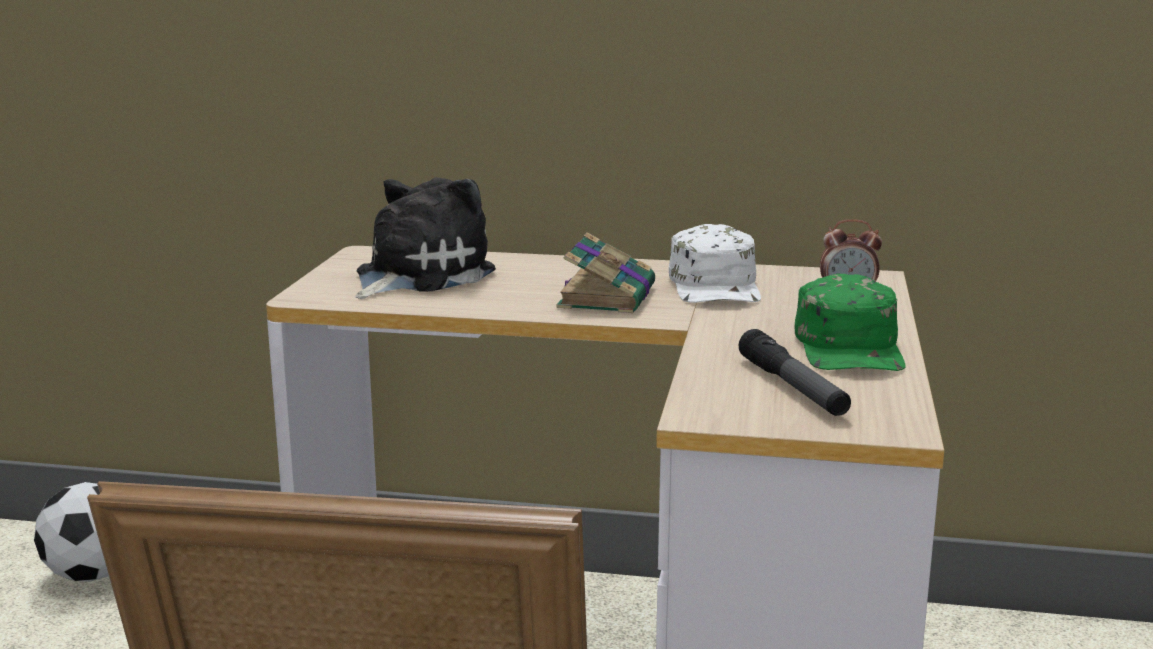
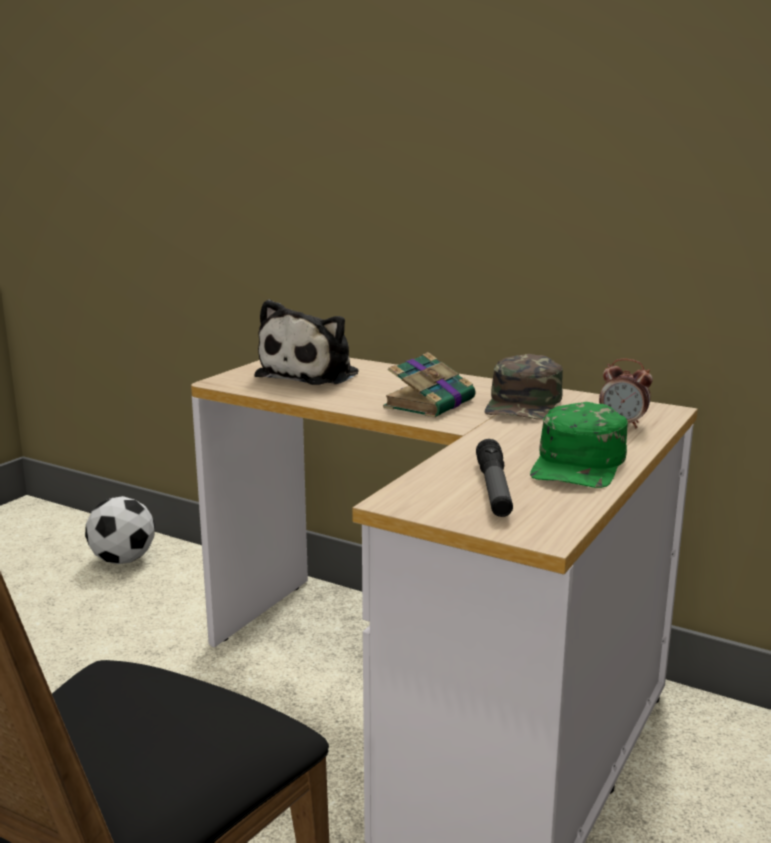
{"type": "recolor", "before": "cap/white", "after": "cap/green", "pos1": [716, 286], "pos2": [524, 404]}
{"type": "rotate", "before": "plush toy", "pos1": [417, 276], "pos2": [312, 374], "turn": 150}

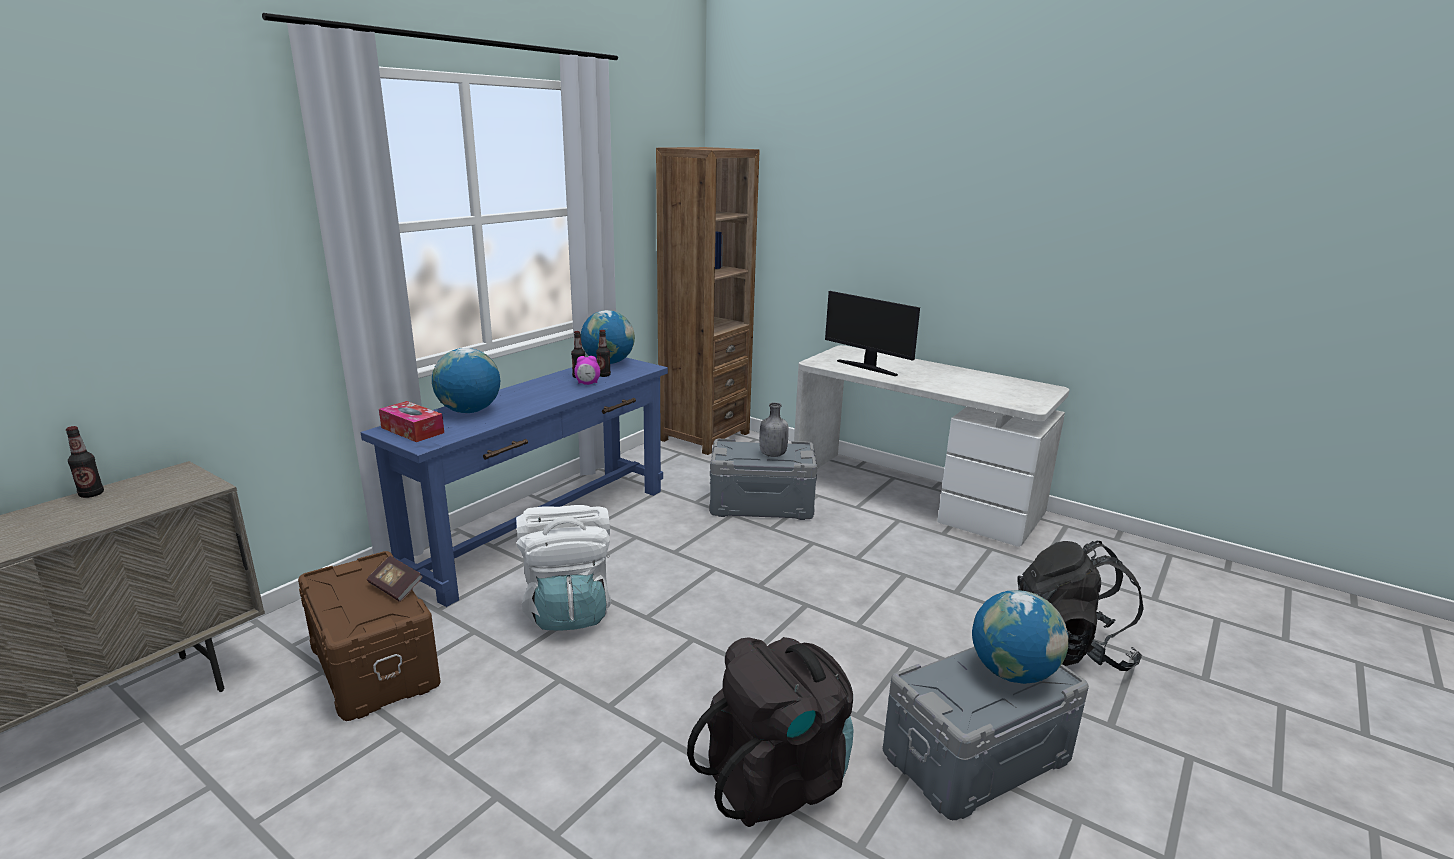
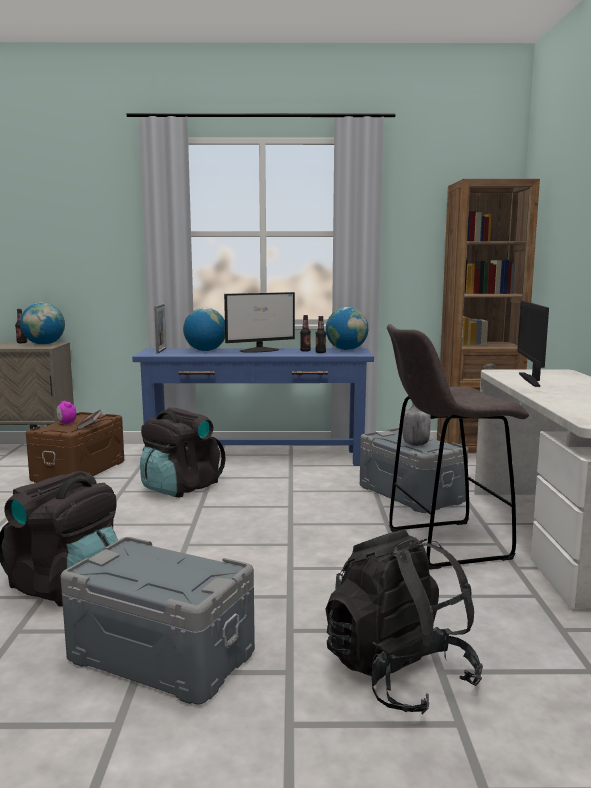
{"type": "insert", "after": "monitor", "pos2": [260, 350]}
{"type": "insert", "after": "stool/grey", "pos2": [444, 544]}
{"type": "move", "before": "alarm clock", "pos1": [587, 384], "pos2": [66, 423]}
{"type": "move", "before": "globe", "pos1": [1012, 673], "pos2": [44, 344]}
{"type": "replace", "before": "tissue box", "after": "picture frame", "pos1": [412, 430], "pos2": [161, 351]}
{"type": "recolor", "before": "backpack/white", "after": "backpack/black", "pos1": [568, 609], "pos2": [180, 488]}

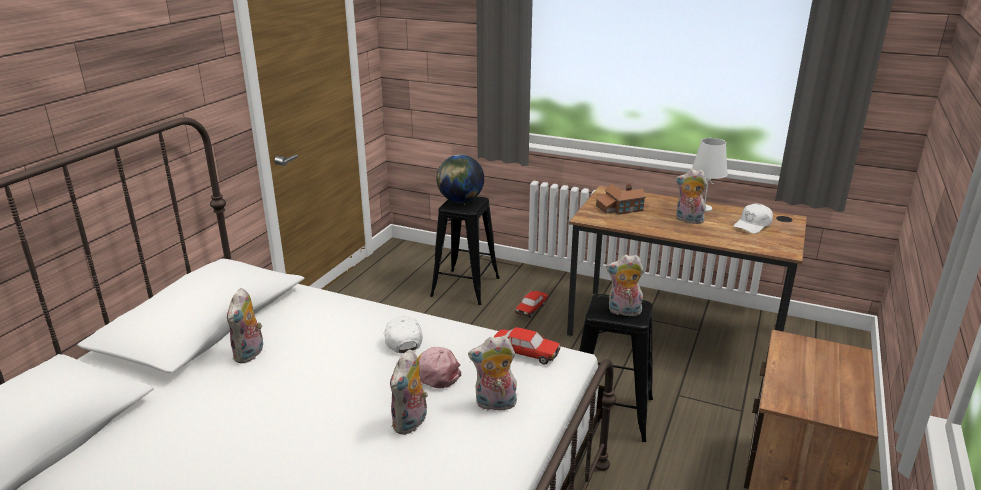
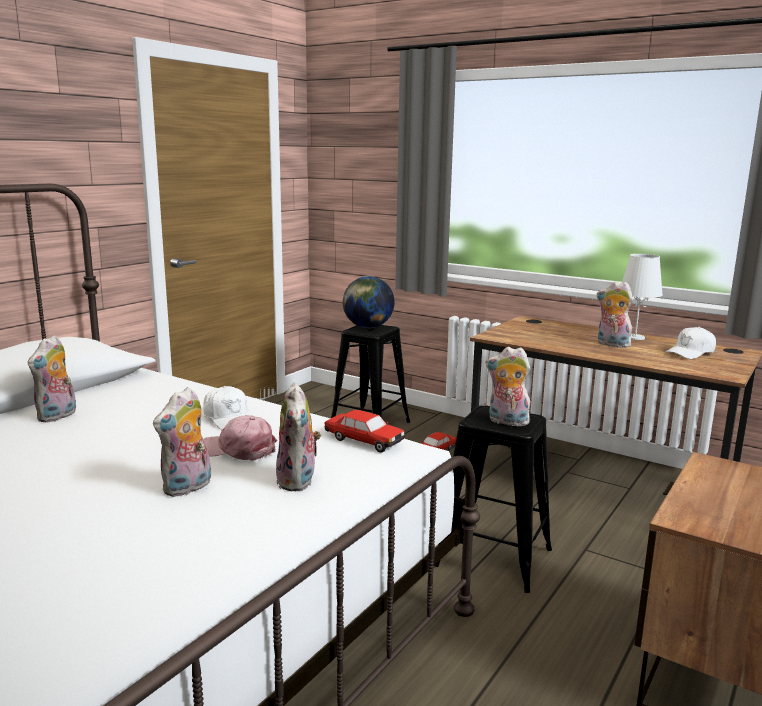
{"type": "delete", "before": "toy house", "pos1": [619, 208]}
{"type": "rotate", "before": "cap/white", "pos1": [402, 340], "pos2": [229, 419], "turn": 150}
{"type": "rotate", "before": "plush toy", "pos1": [495, 404], "pos2": [299, 481], "turn": -105}

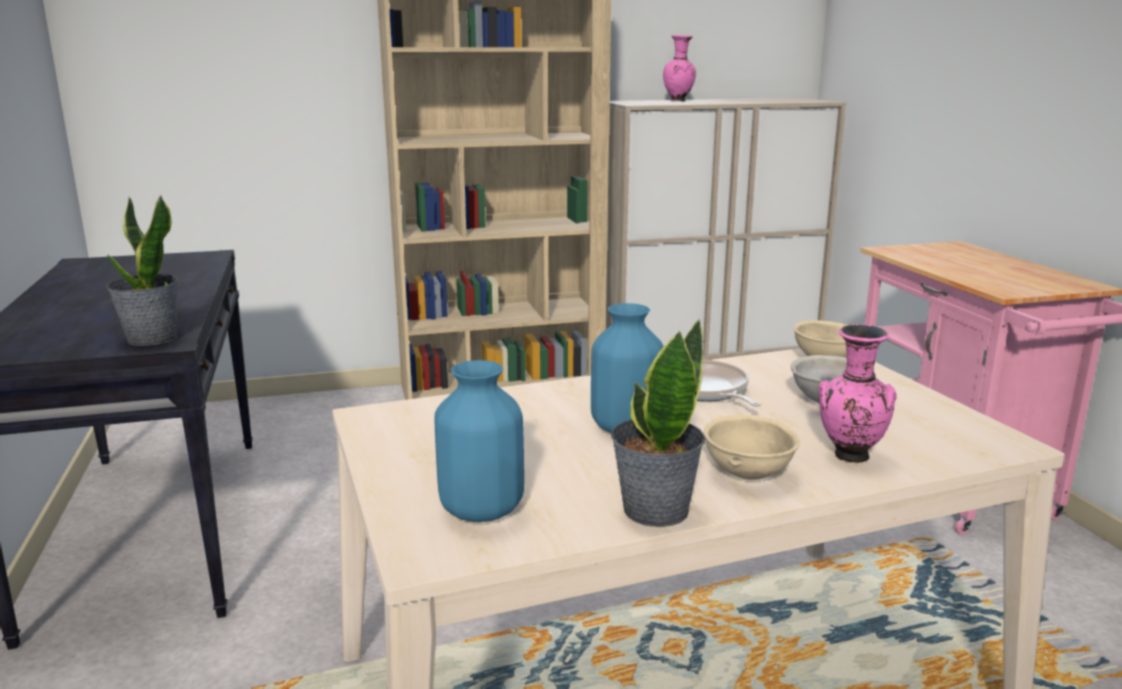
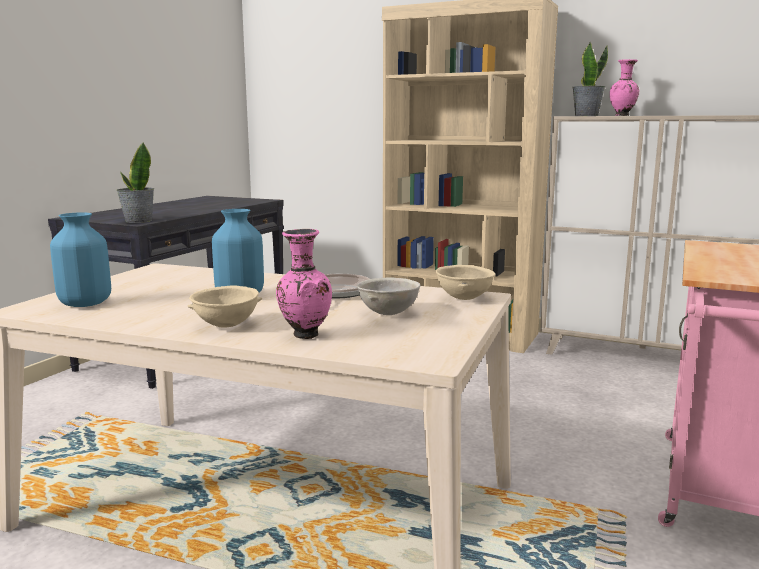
{"type": "move", "before": "potted plant", "pos1": [654, 510], "pos2": [586, 116]}

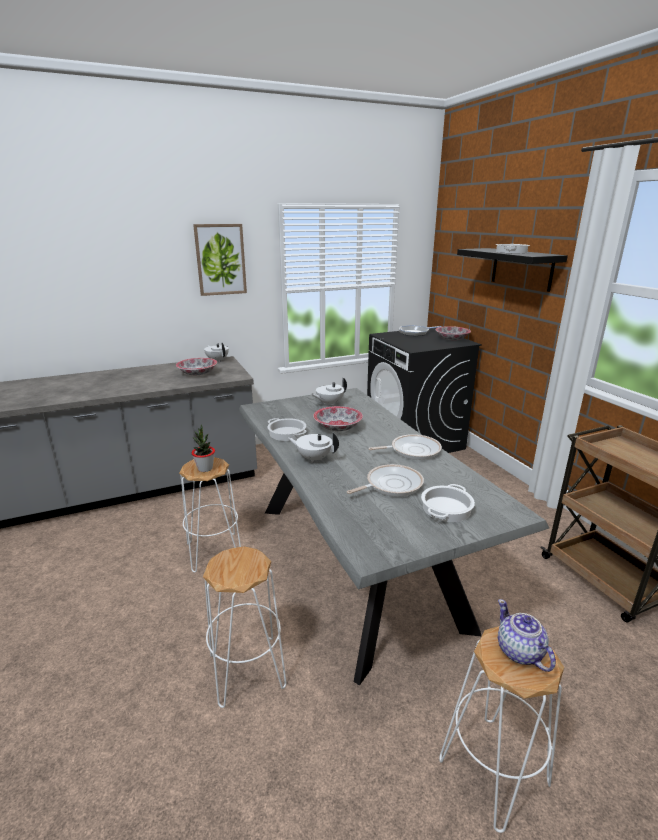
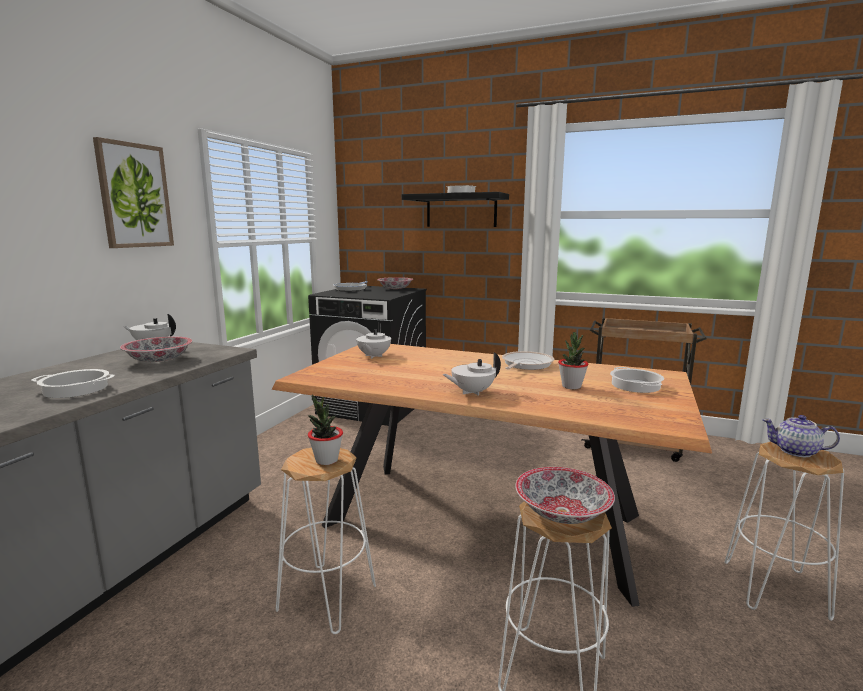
{"type": "move", "before": "cooking pot", "pos1": [287, 433], "pos2": [77, 389]}
{"type": "move", "before": "bowl", "pos1": [337, 427], "pos2": [562, 512]}
{"type": "replace", "before": "frying pan", "after": "potted plant", "pos1": [391, 485], "pos2": [571, 386]}
{"type": "recolor", "before": "dining table/grey", "after": "dining table/brown", "pos1": [355, 562], "pos2": [483, 520]}

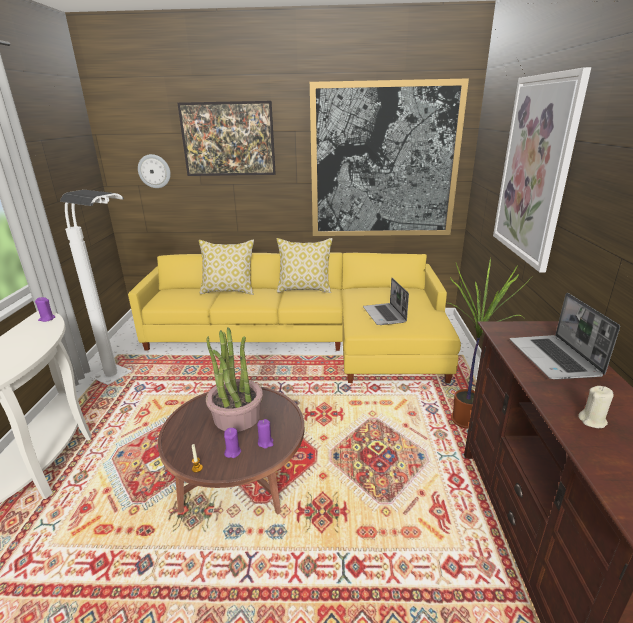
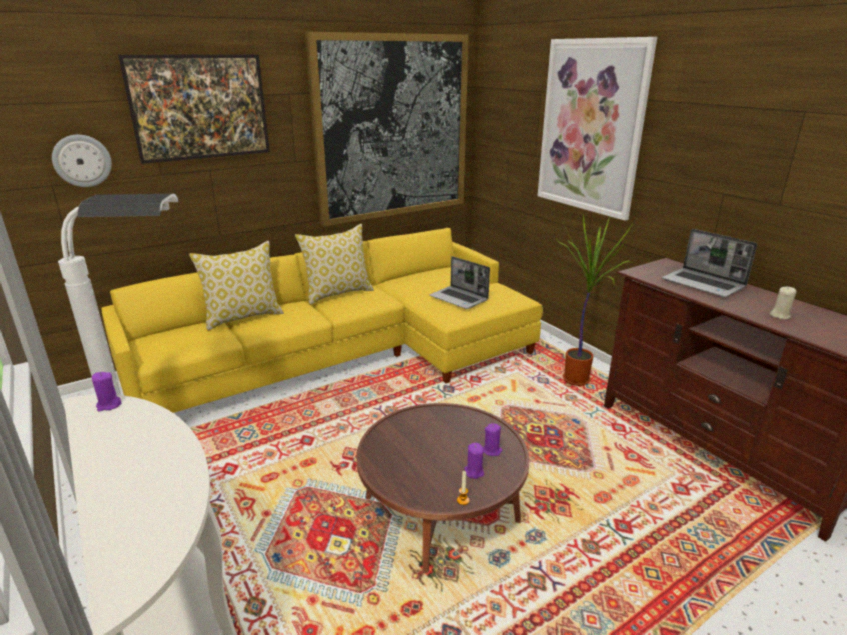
{"type": "delete", "before": "potted plant", "pos1": [236, 417]}

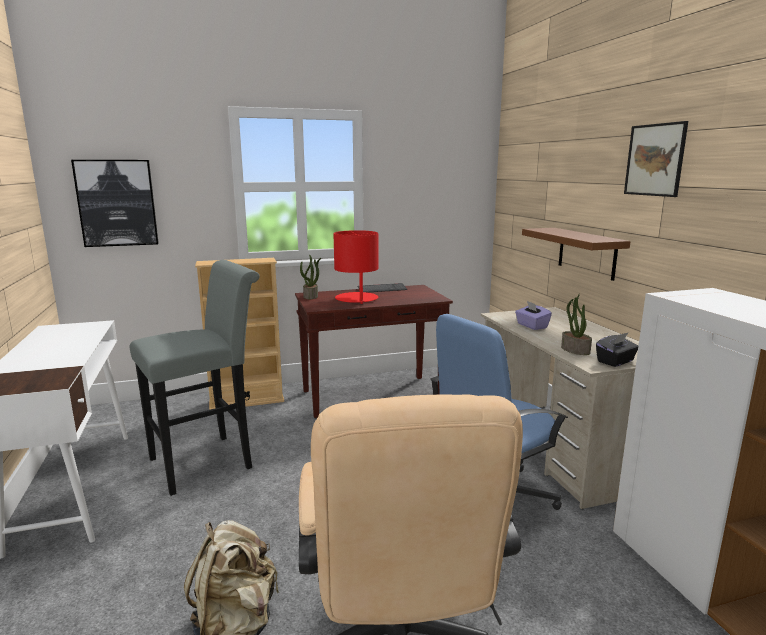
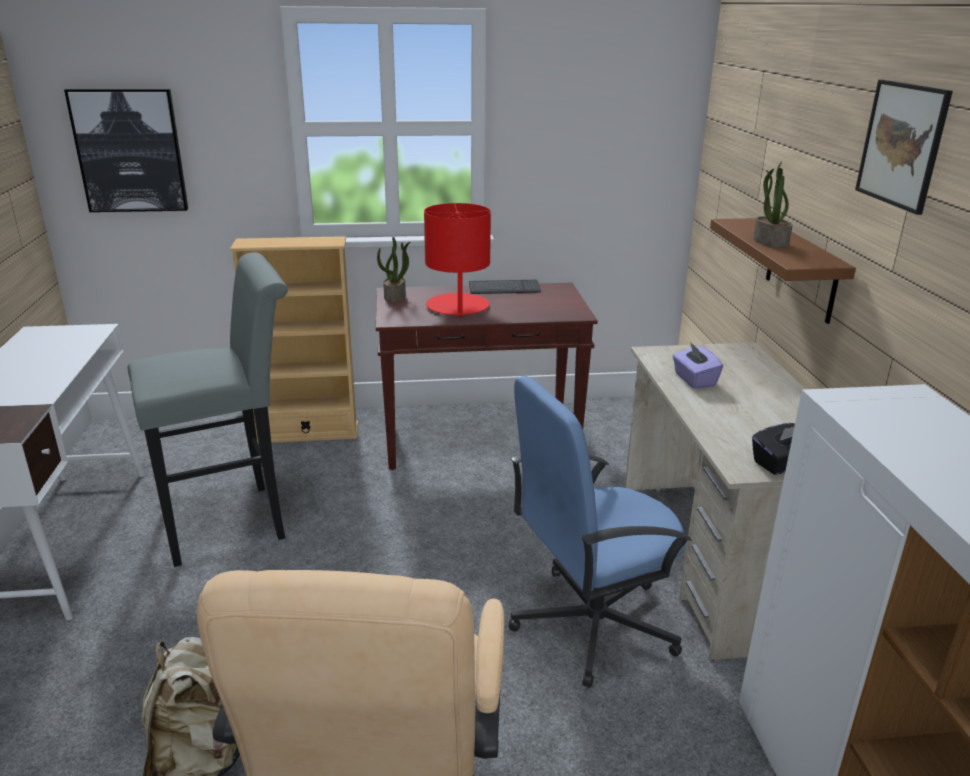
{"type": "move", "before": "potted plant", "pos1": [574, 350], "pos2": [769, 242]}

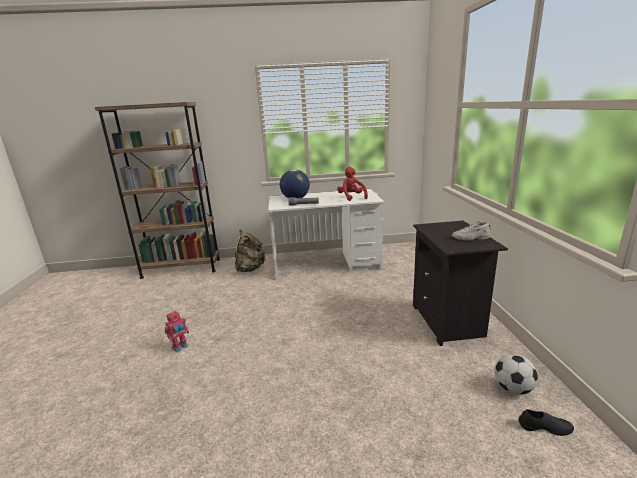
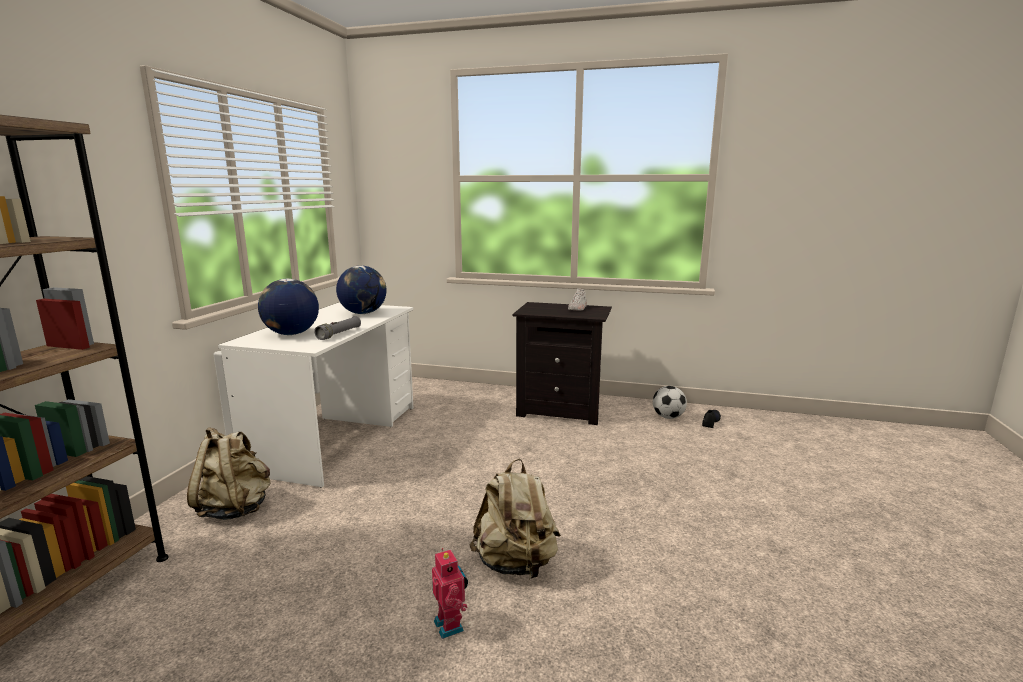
{"type": "insert", "after": "backpack/beige", "pos2": [516, 564]}
{"type": "replace", "before": "plush toy/red", "after": "globe", "pos1": [351, 197], "pos2": [363, 313]}

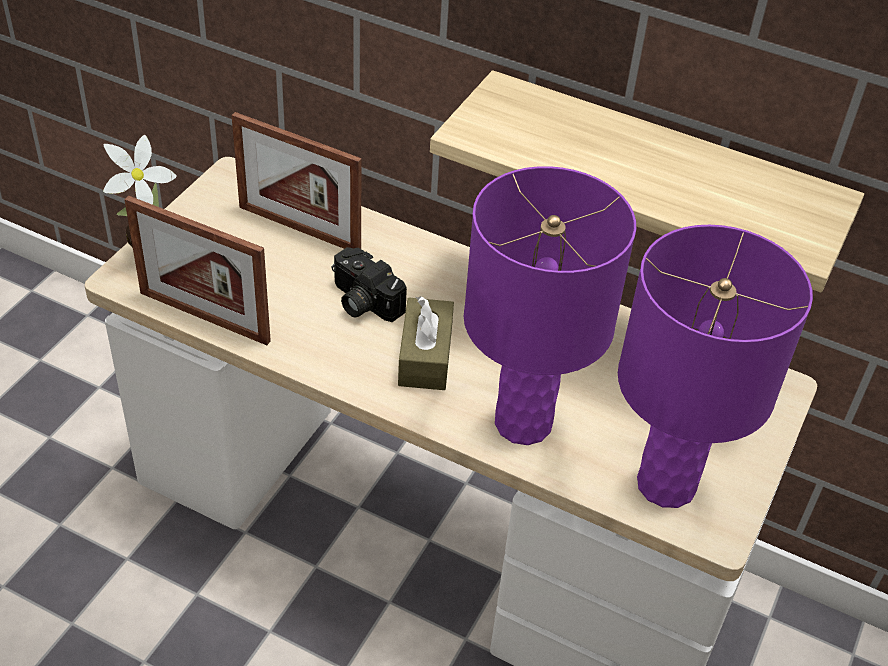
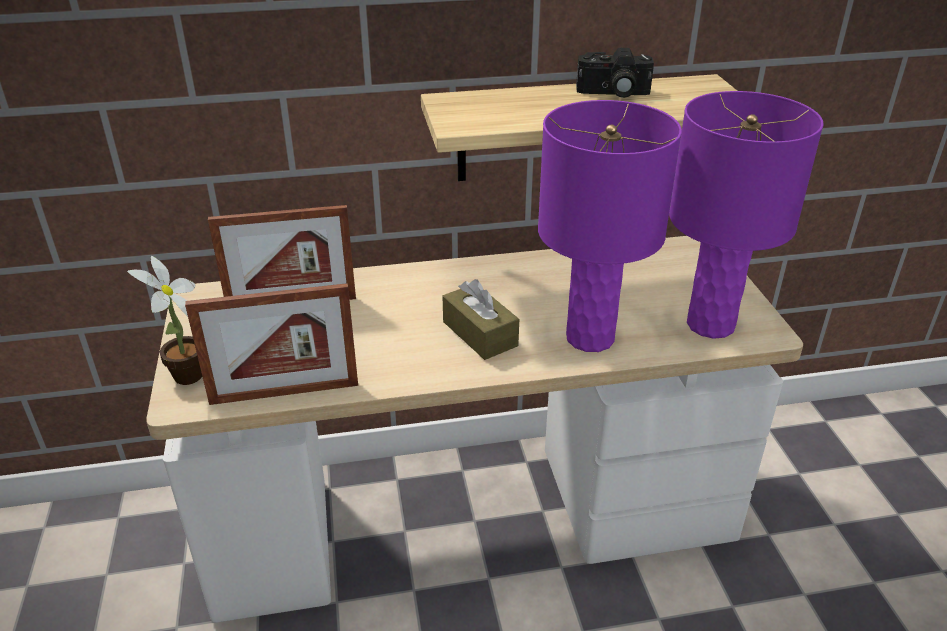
{"type": "move", "before": "photo camera", "pos1": [362, 301], "pos2": [613, 93]}

